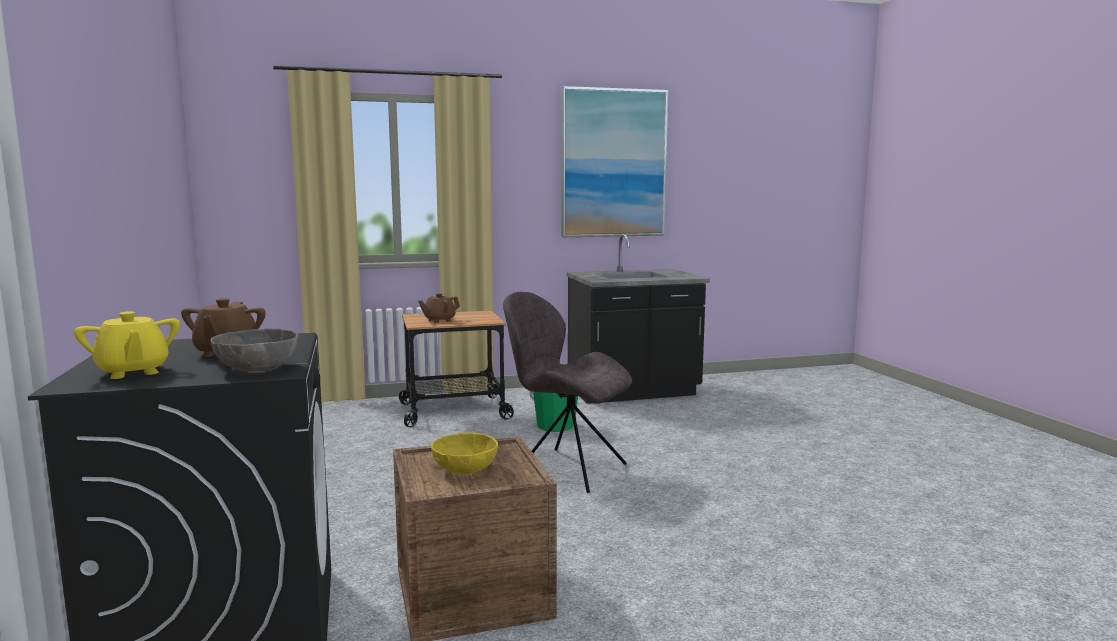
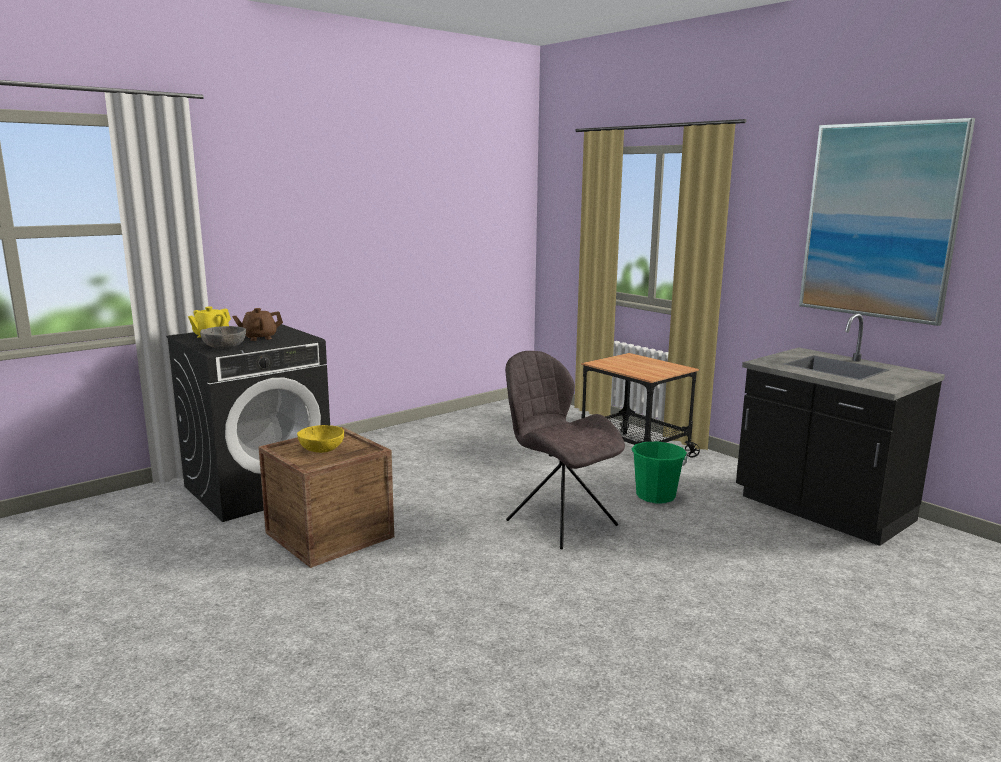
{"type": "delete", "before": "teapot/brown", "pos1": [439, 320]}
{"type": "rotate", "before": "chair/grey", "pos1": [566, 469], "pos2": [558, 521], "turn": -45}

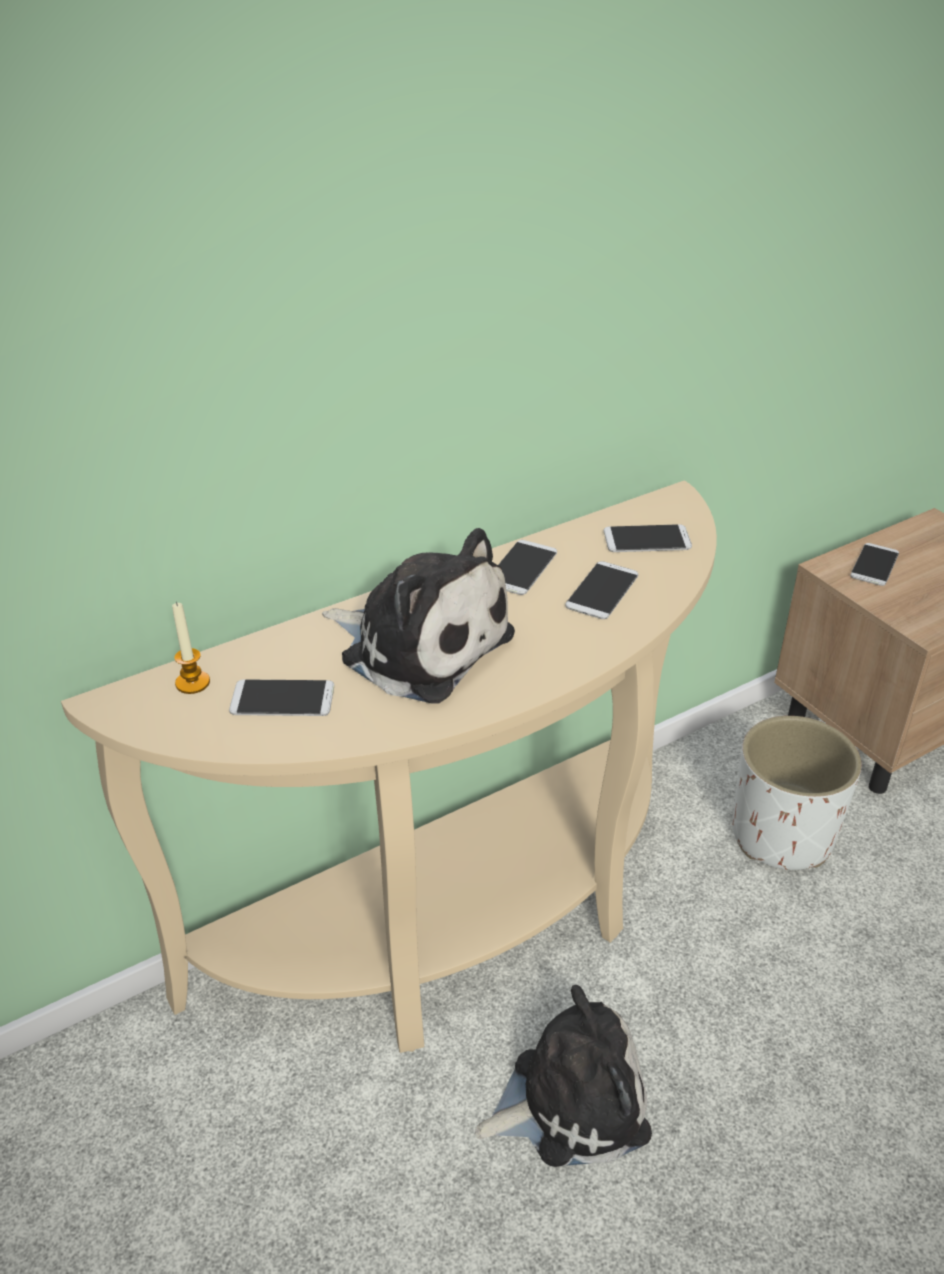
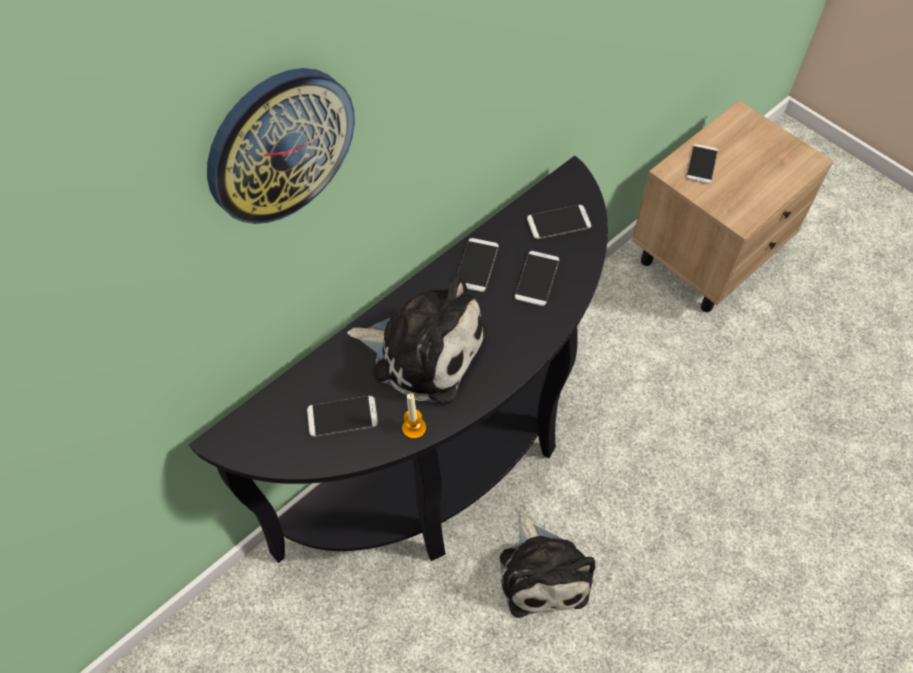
{"type": "delete", "before": "planter/white", "pos1": [781, 836]}
{"type": "insert", "after": "wall clock", "pos2": [280, 145]}
{"type": "move", "before": "candle", "pos1": [192, 683], "pos2": [414, 428]}
{"type": "recolor", "before": "console table/beige", "after": "console table/black", "pos1": [465, 927], "pos2": [453, 463]}
{"type": "rotate", "before": "plush toy", "pos1": [570, 1100], "pos2": [542, 572], "turn": 105}

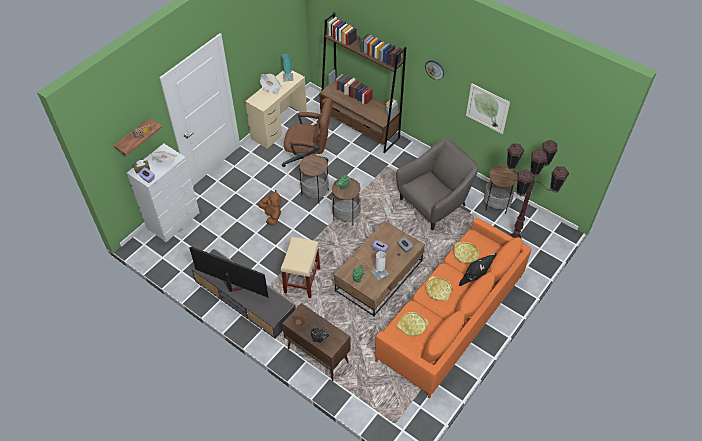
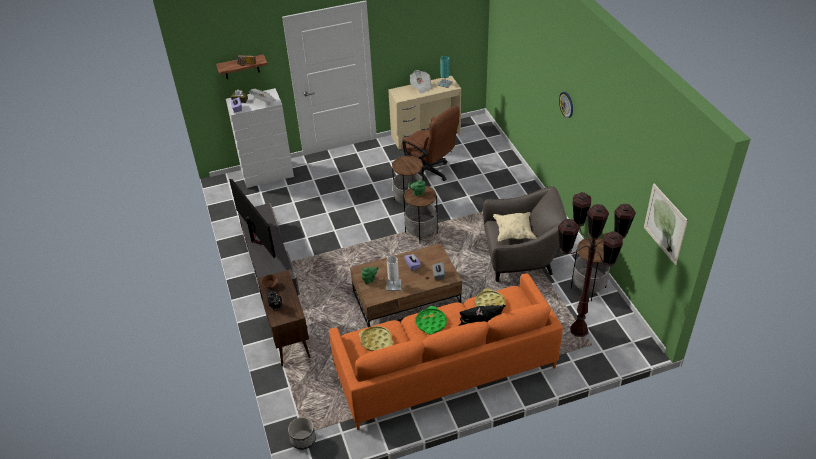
{"type": "delete", "before": "plush toy/brown", "pos1": [272, 215]}
{"type": "delete", "before": "stool/beige", "pos1": [302, 281]}
{"type": "delete", "before": "bookcase/brown", "pos1": [359, 128]}
{"type": "insert", "after": "planter", "pos2": [303, 440]}
{"type": "insert", "after": "pillow/beige", "pos2": [513, 233]}
{"type": "move", "before": "picture", "pos1": [487, 108], "pos2": [665, 223]}
{"type": "recolor", "before": "tray/yellow", "after": "tray/green", "pos1": [438, 290], "pos2": [431, 323]}

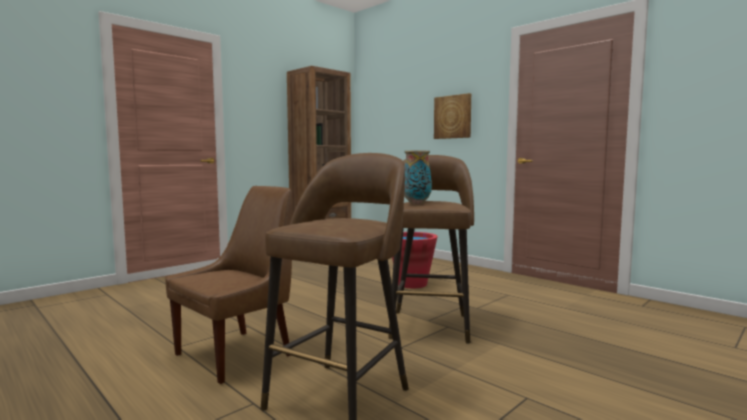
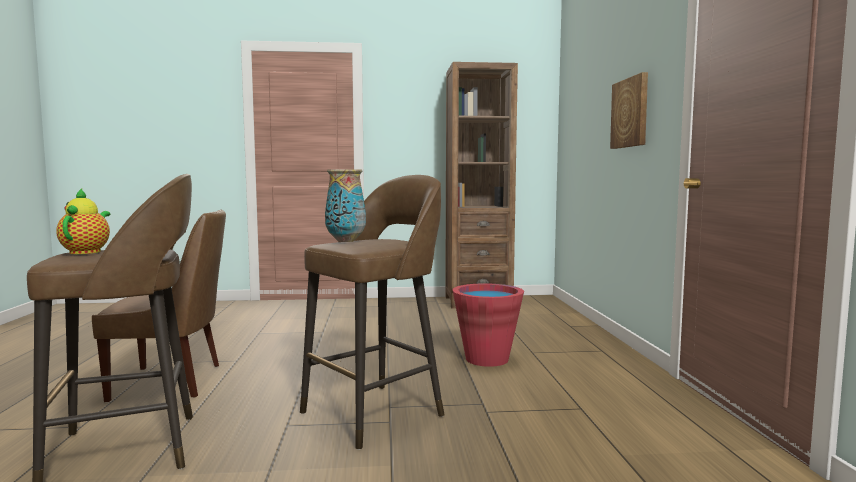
{"type": "insert", "after": "teapot", "pos2": [87, 252]}

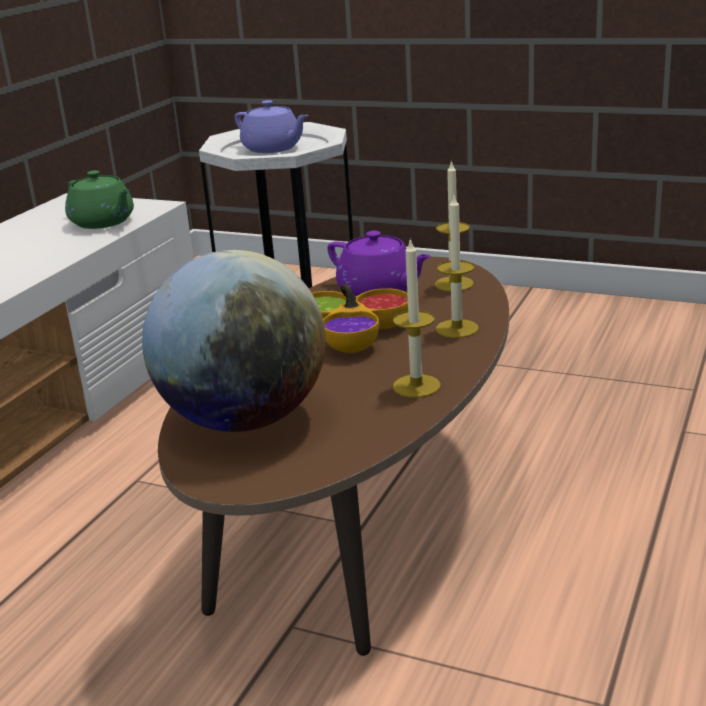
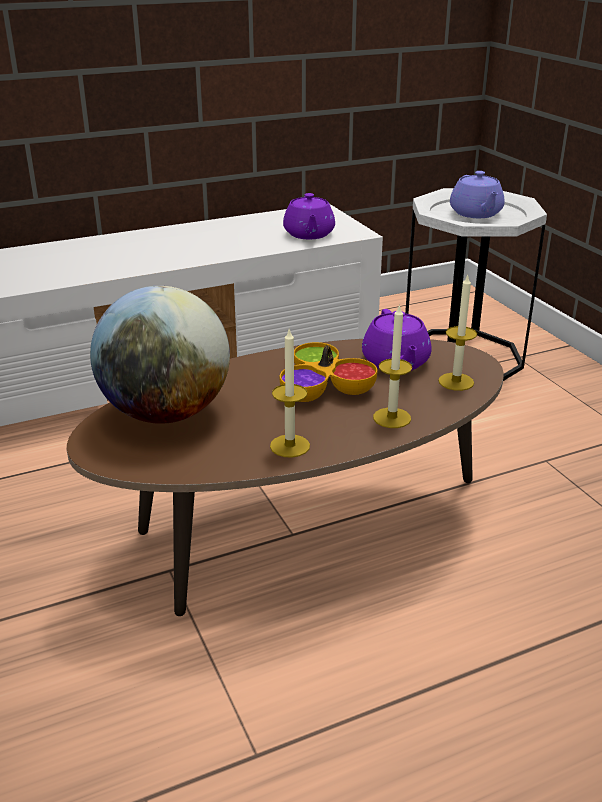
{"type": "recolor", "before": "teapot/green", "after": "teapot/purple", "pos1": [103, 222], "pos2": [309, 234]}

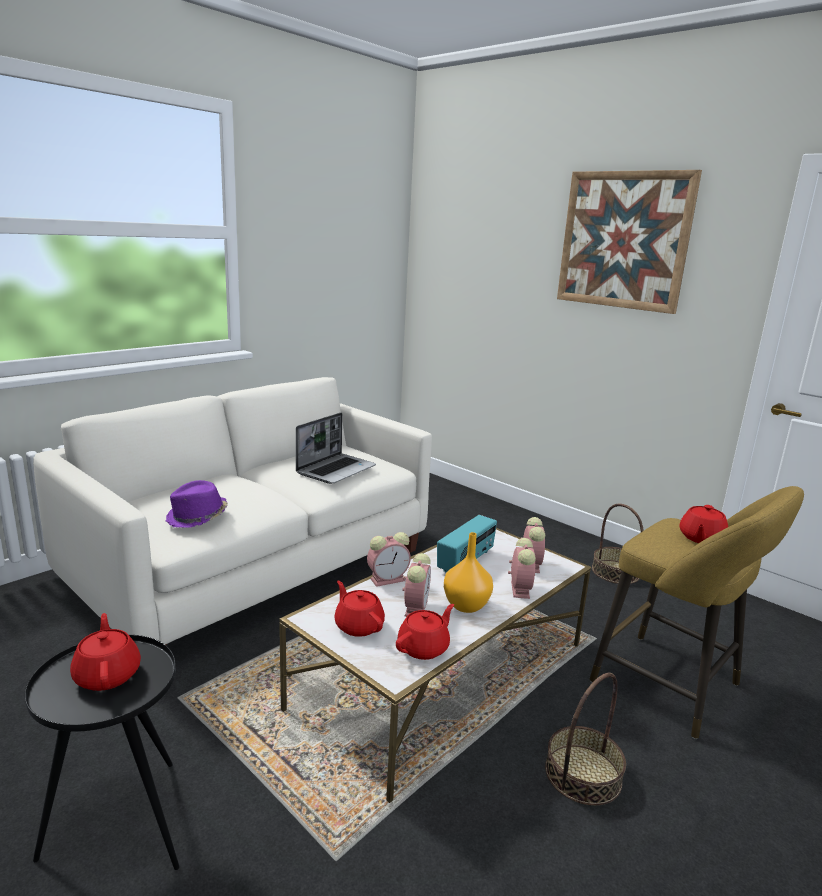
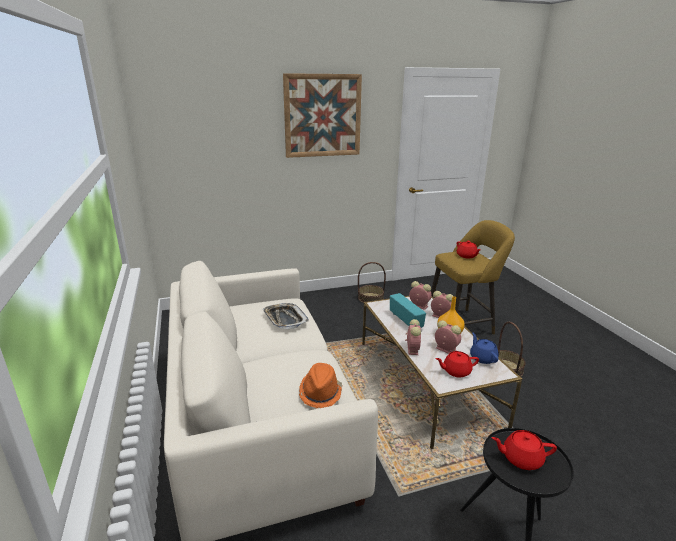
{"type": "replace", "before": "laptop", "after": "tray", "pos1": [336, 470], "pos2": [285, 319]}
{"type": "recolor", "before": "hat/purple", "after": "hat/orange", "pos1": [197, 517], "pos2": [321, 392]}
{"type": "recolor", "before": "teapot/red", "after": "teapot/blue", "pos1": [424, 648], "pos2": [483, 358]}

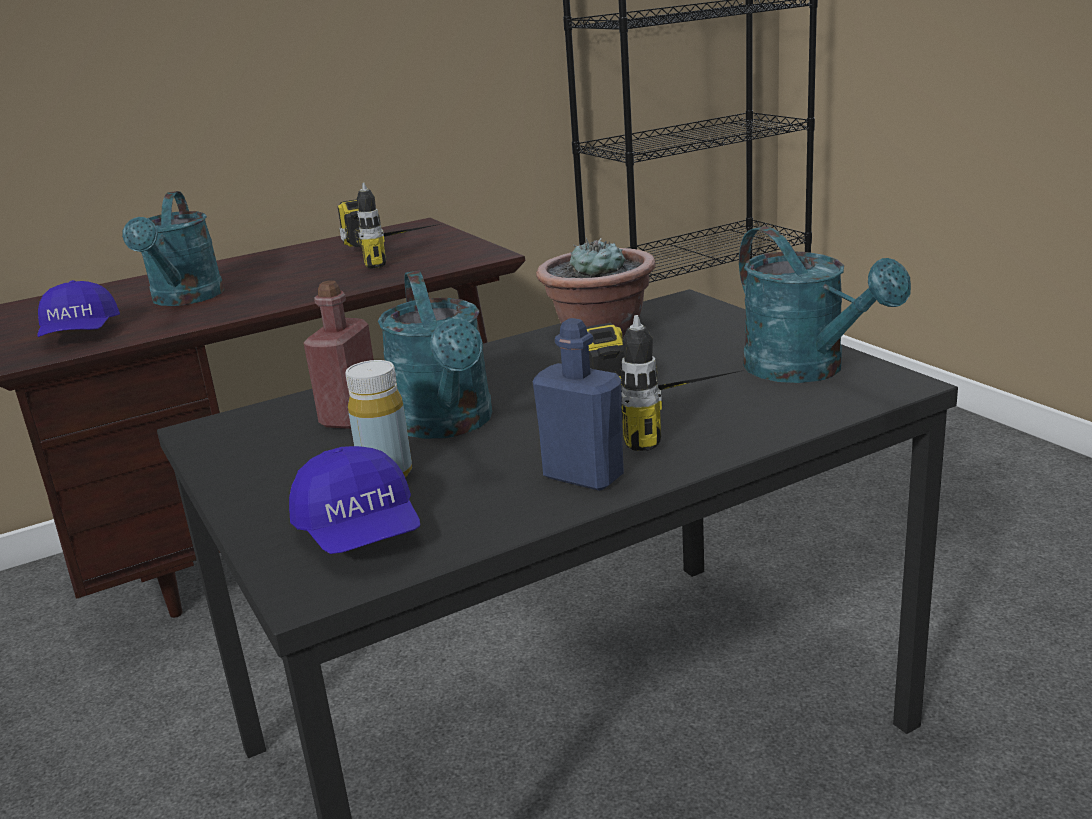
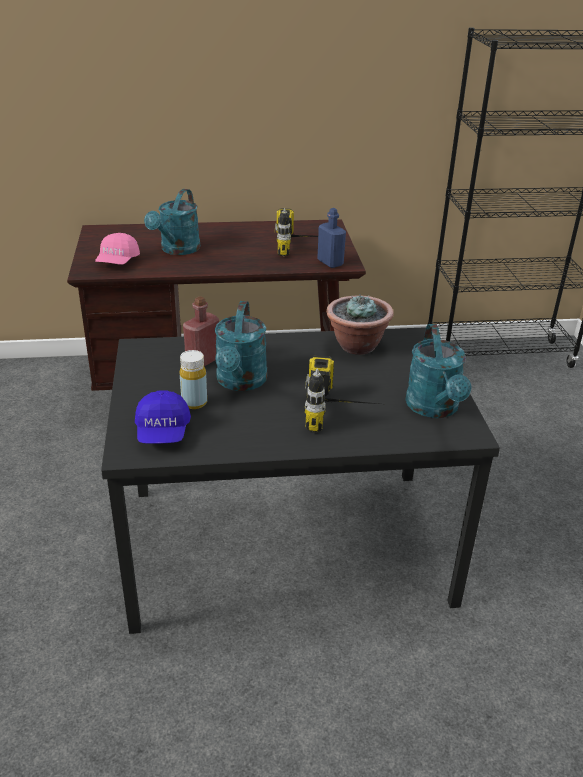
{"type": "move", "before": "bottle/blue", "pos1": [583, 476], "pos2": [330, 262]}
{"type": "recolor", "before": "cap/blue", "after": "cap/pink", "pos1": [80, 334], "pos2": [117, 261]}

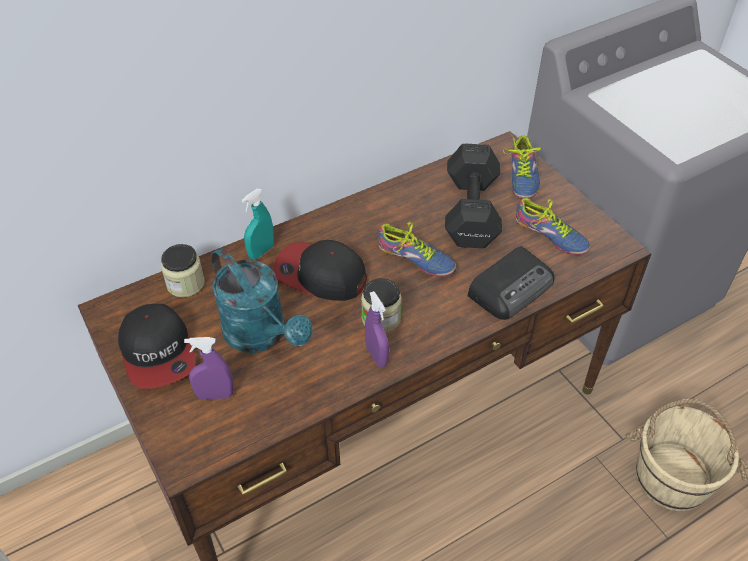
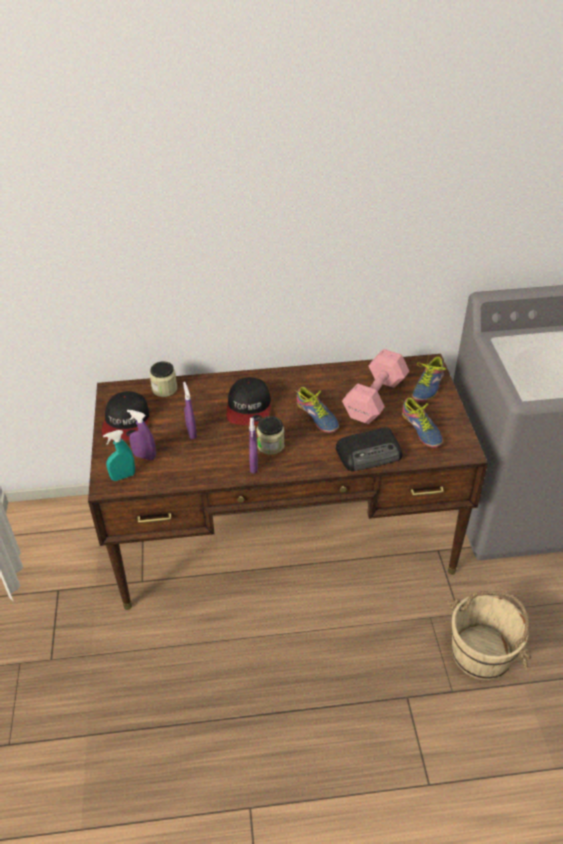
{"type": "move", "before": "spray bottle/turquoise", "pos1": [261, 252], "pos2": [123, 476]}
{"type": "replace", "before": "watering can/turquoise", "after": "spray bottle/purple", "pos1": [262, 335], "pos2": [191, 432]}
{"type": "recolor", "before": "dumbbell/black", "after": "dumbbell/pink", "pos1": [472, 210], "pos2": [376, 398]}
{"type": "rotate", "before": "cap", "pos1": [320, 274], "pos2": [249, 408], "turn": -135}

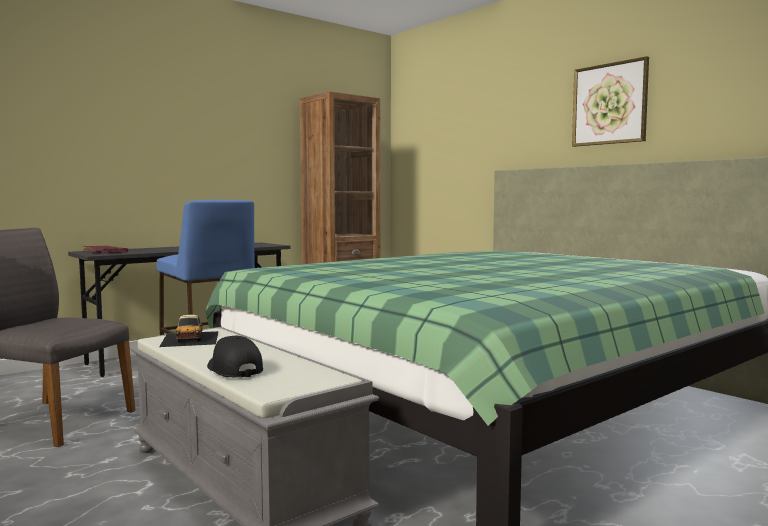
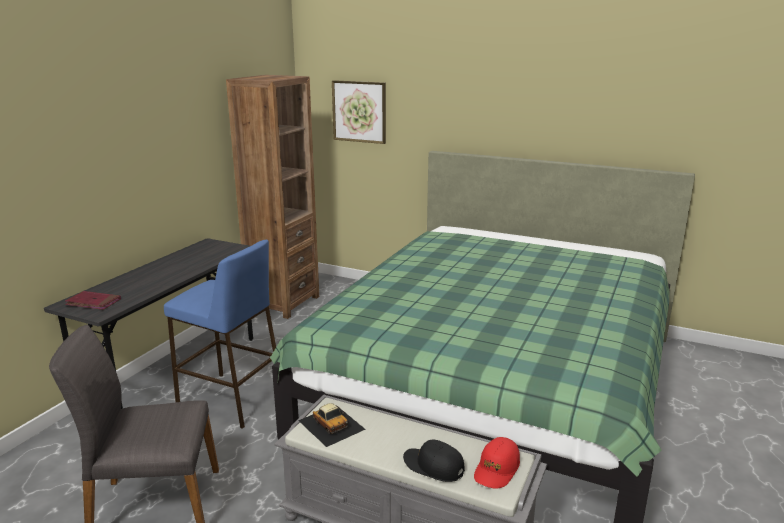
{"type": "insert", "after": "cap/red", "pos2": [497, 469]}
{"type": "move", "before": "picture", "pos1": [609, 104], "pos2": [359, 111]}

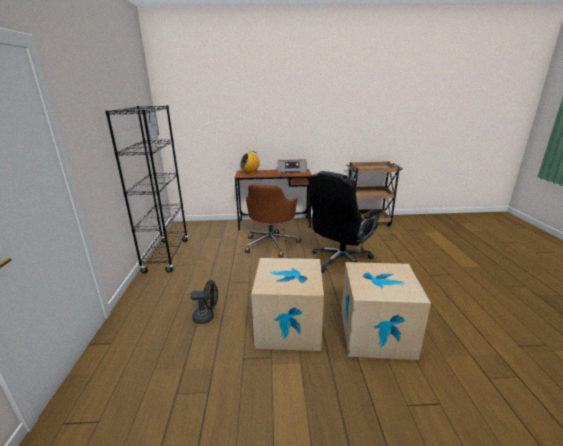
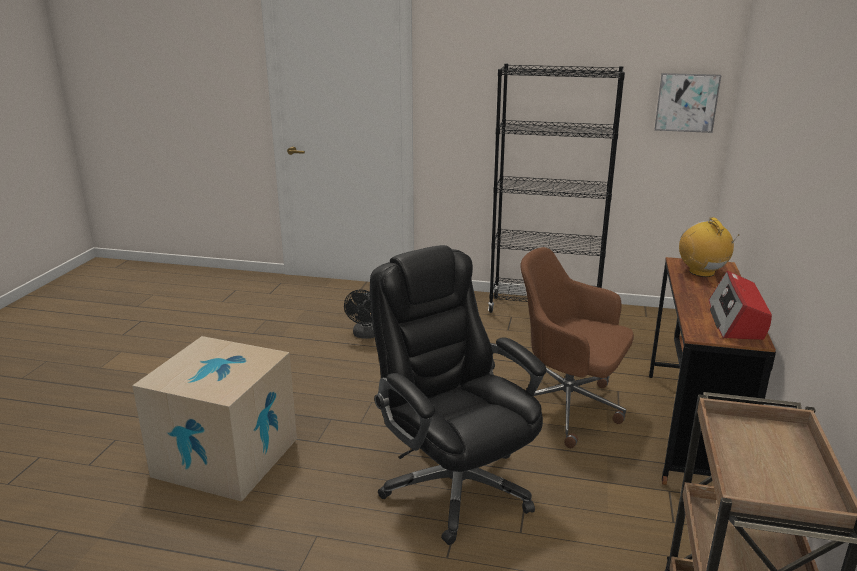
{"type": "delete", "before": "cardboard box", "pos1": [288, 326]}

